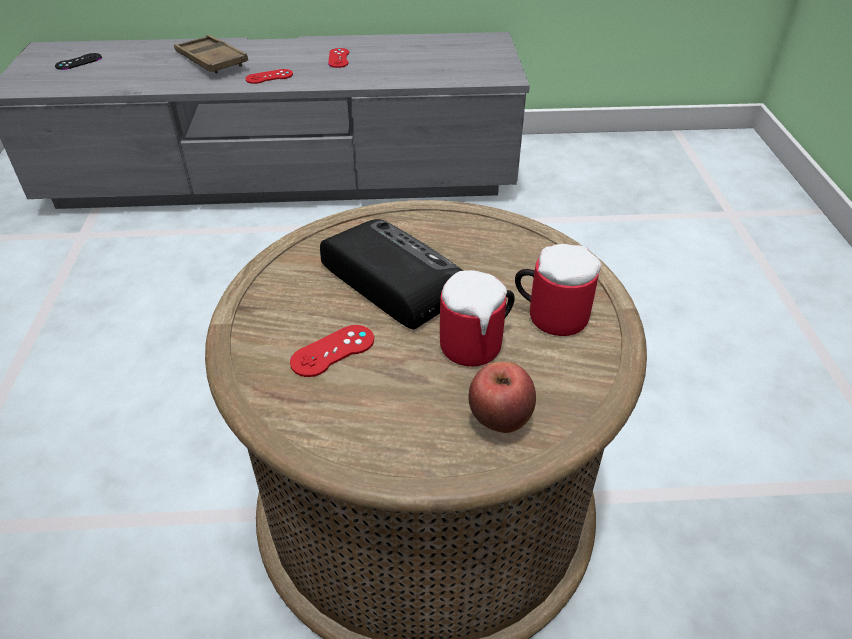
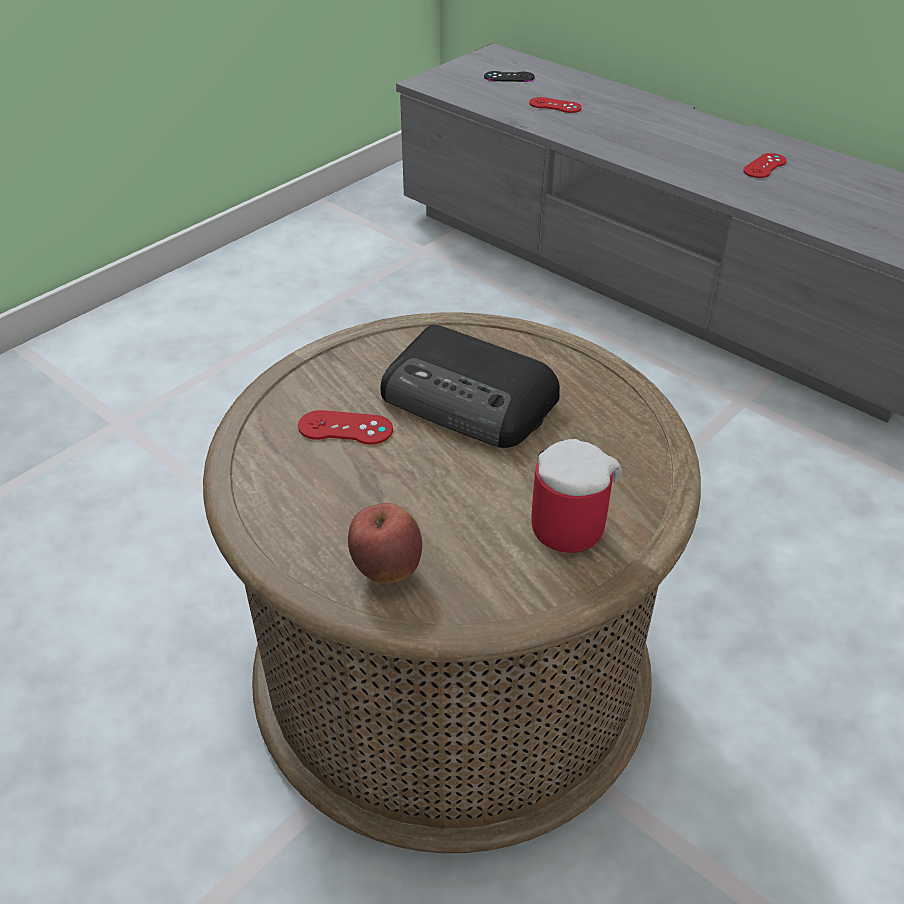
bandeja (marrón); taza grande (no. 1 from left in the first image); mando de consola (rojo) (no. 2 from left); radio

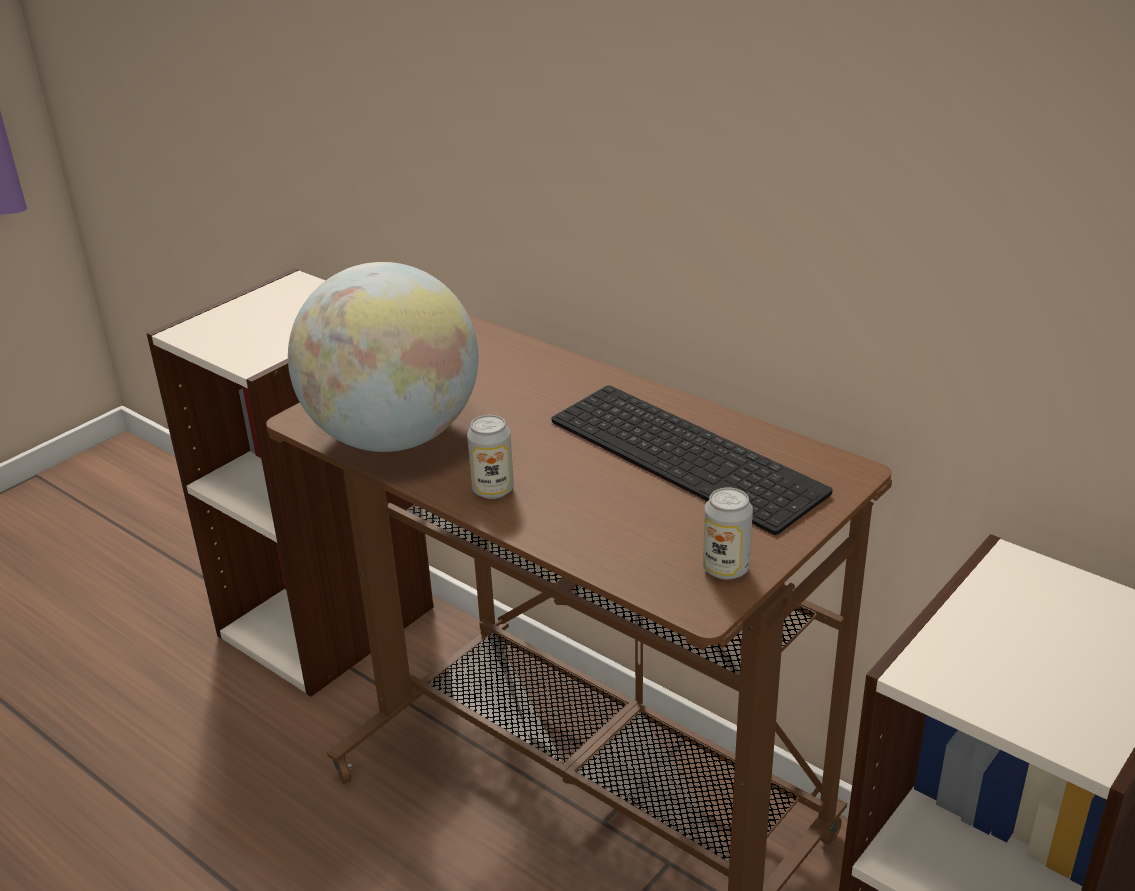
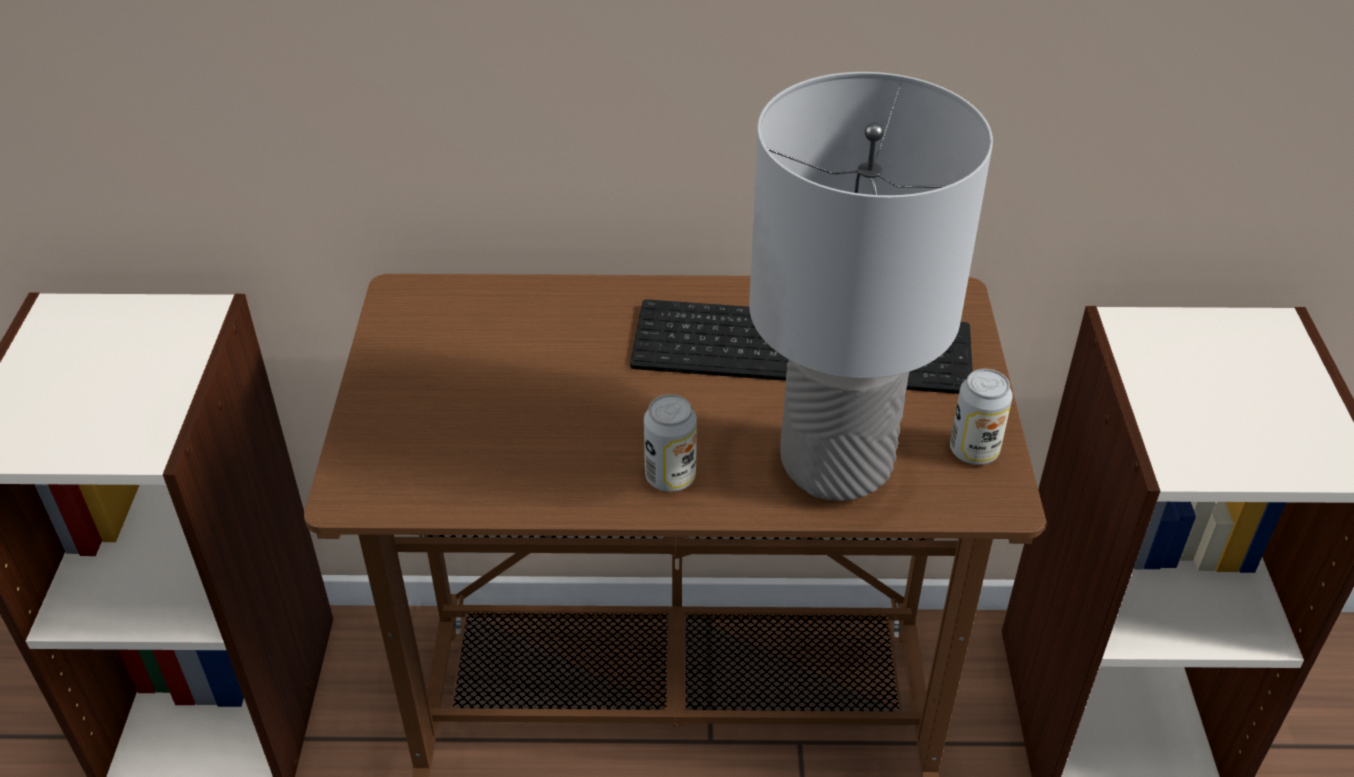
globo terráqueo; lámpara de mesa (gris)

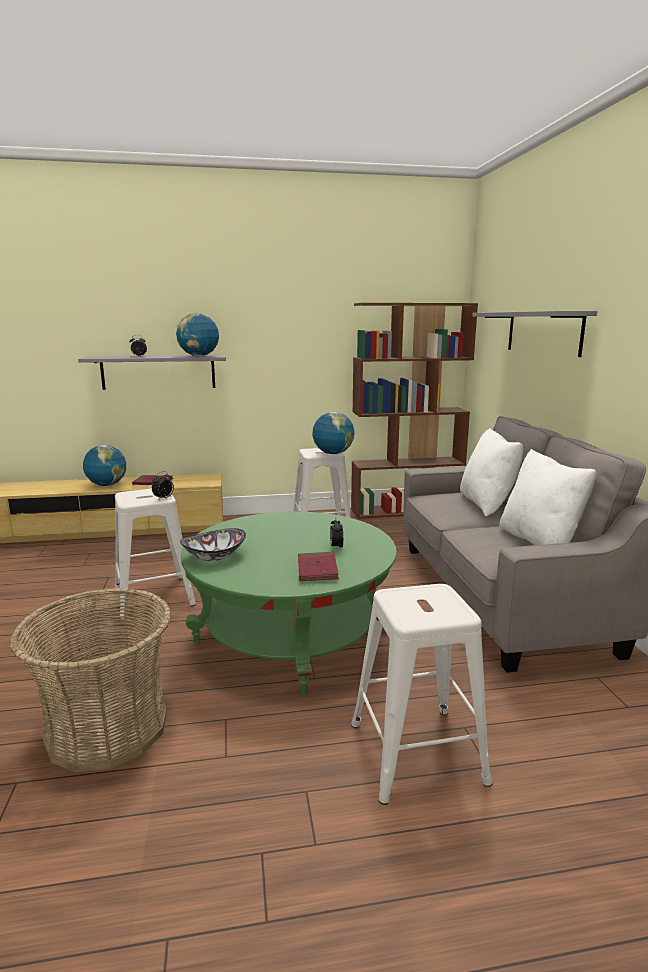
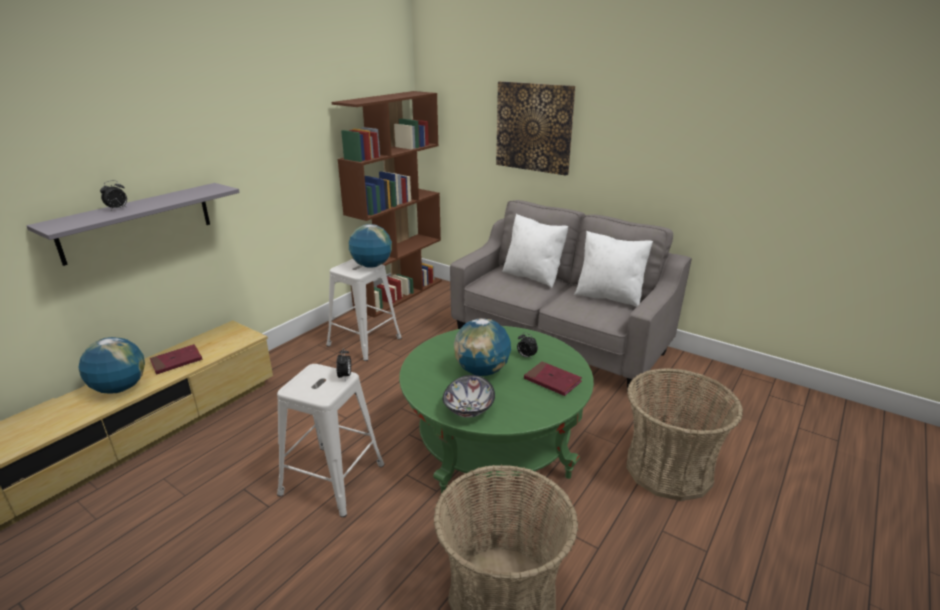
globo terráqueo (no. 3 from left); cesta (no. 2 from left); cuadro

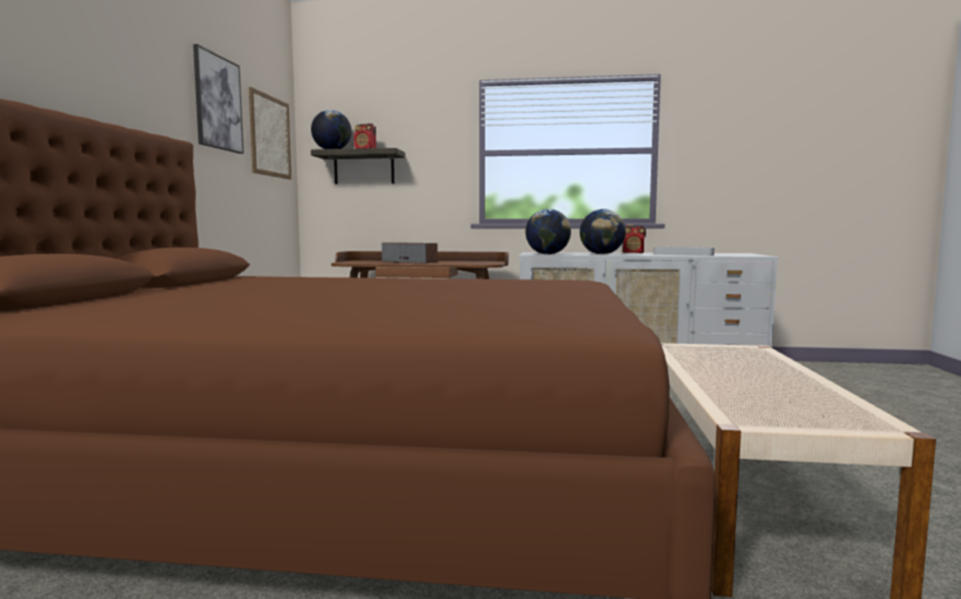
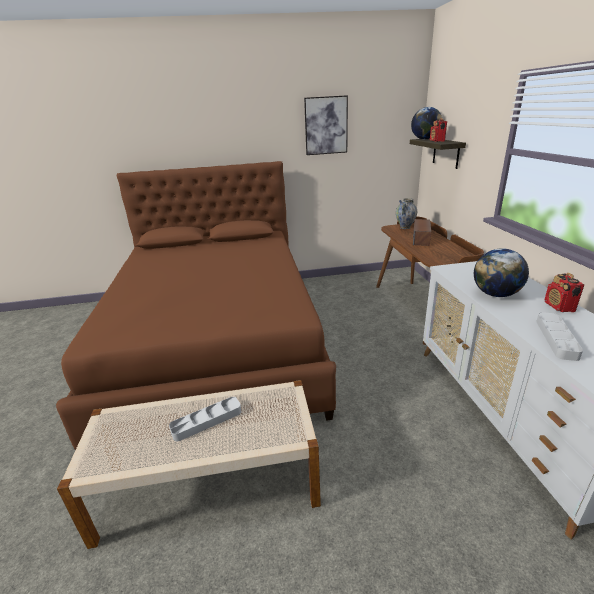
cuadro (no. 2 from left in the first image); globo terráqueo (no. 2 from left in the first image); bandeja (gris) (no. 1 from left); florero

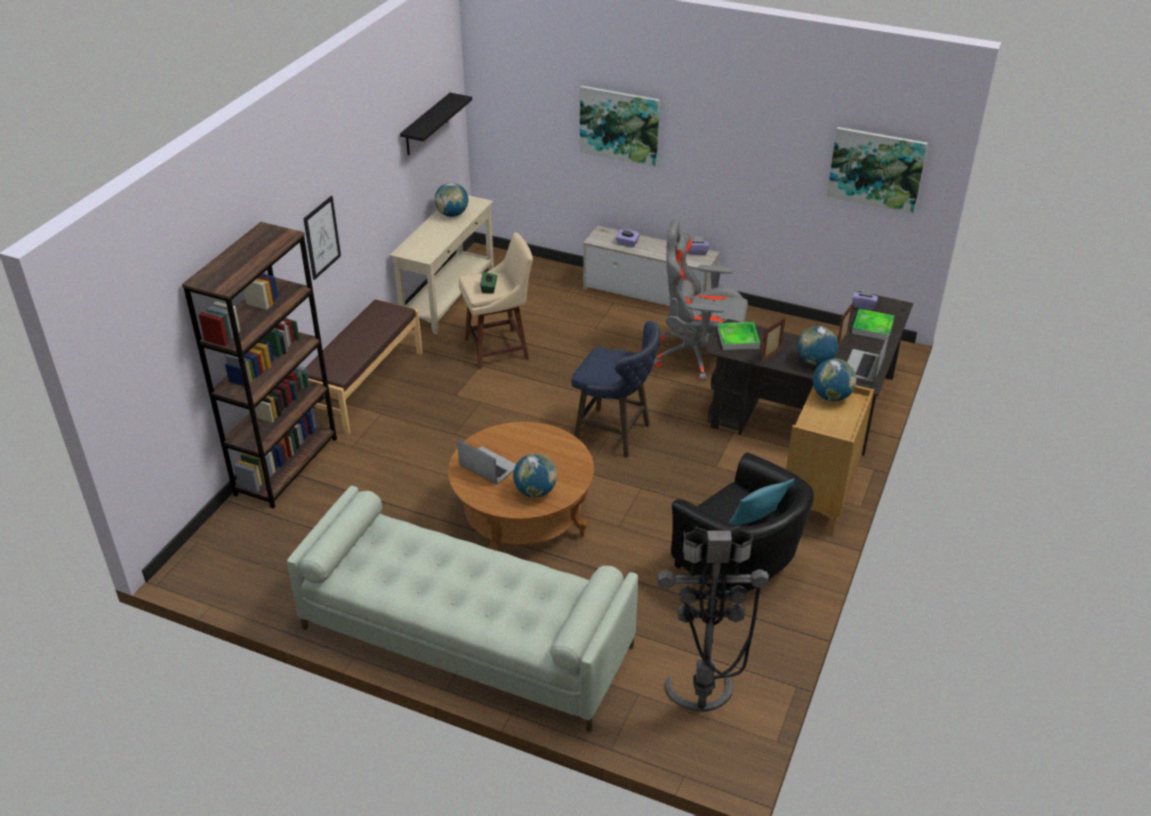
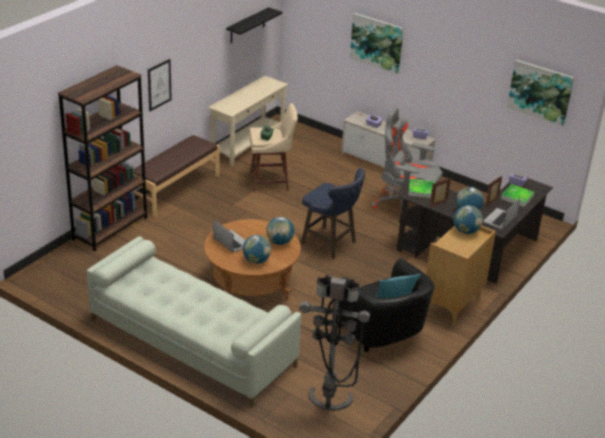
globo terráqueo (no. 2 from left)

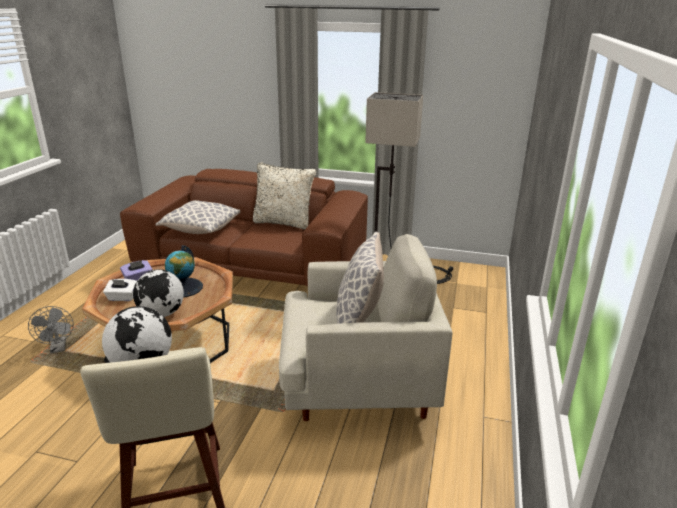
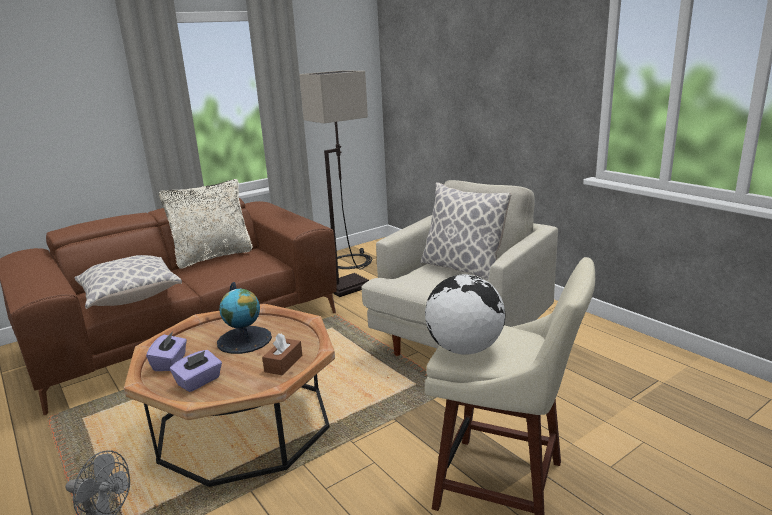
caja de pañuelos (marrón); caja de pañuelos (morado) (no. 2 from left)

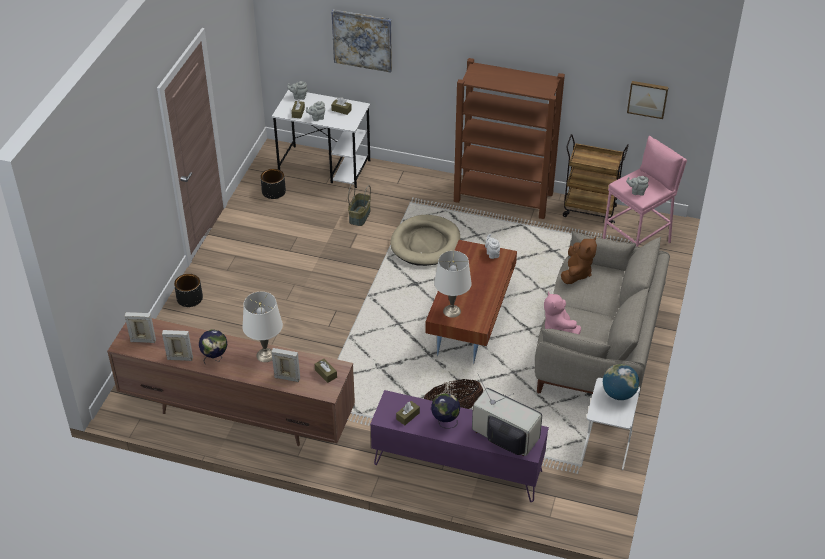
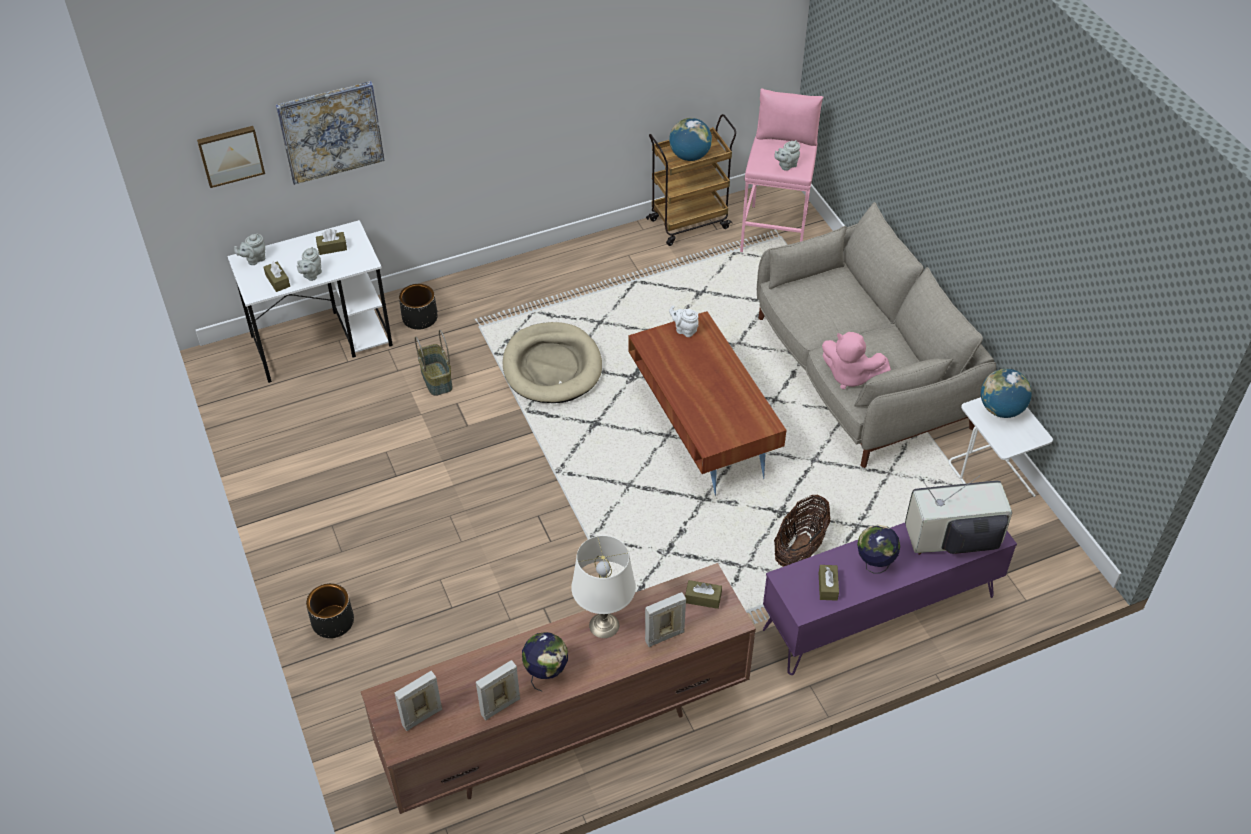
lámpara de mesa (blanco) (no. 2 from left in the first image); estantería (marrón); peluche (marrón); globo terráqueo (no. 2 from left); maceta (negro) (no. 2 from left); cuadro (no. 1 from left)

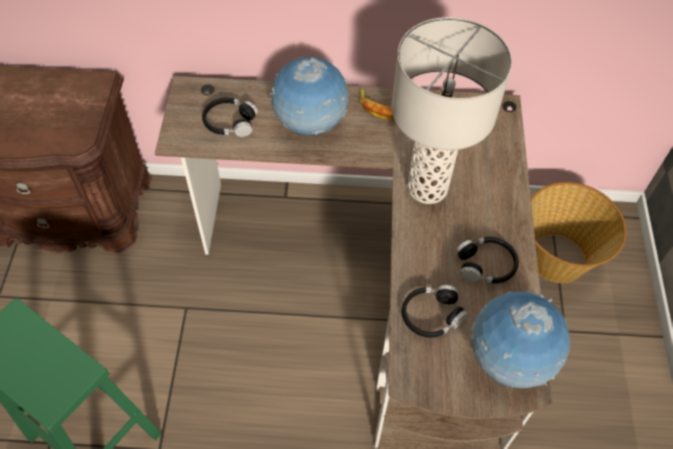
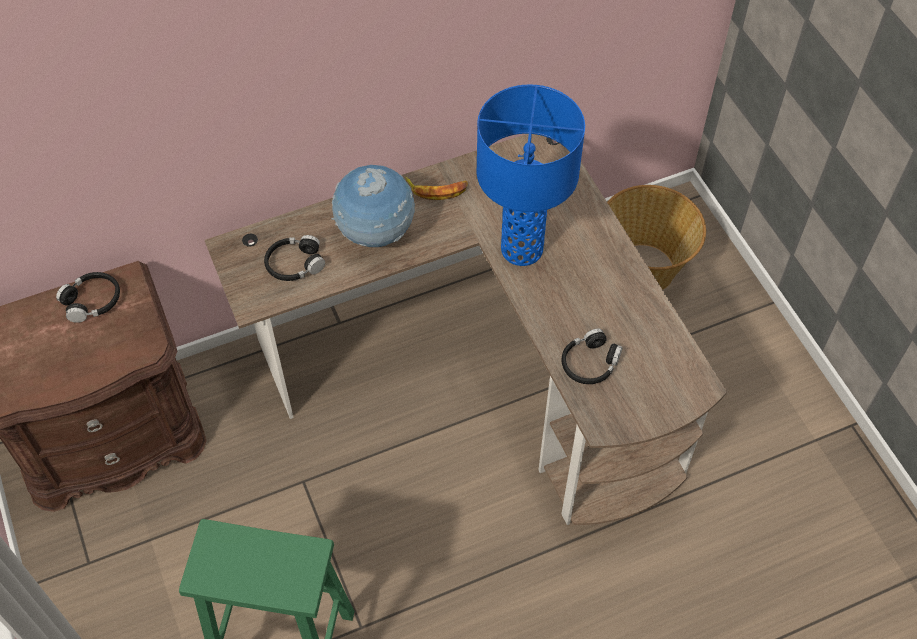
globo terráqueo (no. 2 from left in the first image); auriculares (negro) (no. 1 from left); lámpara de mesa (azul)

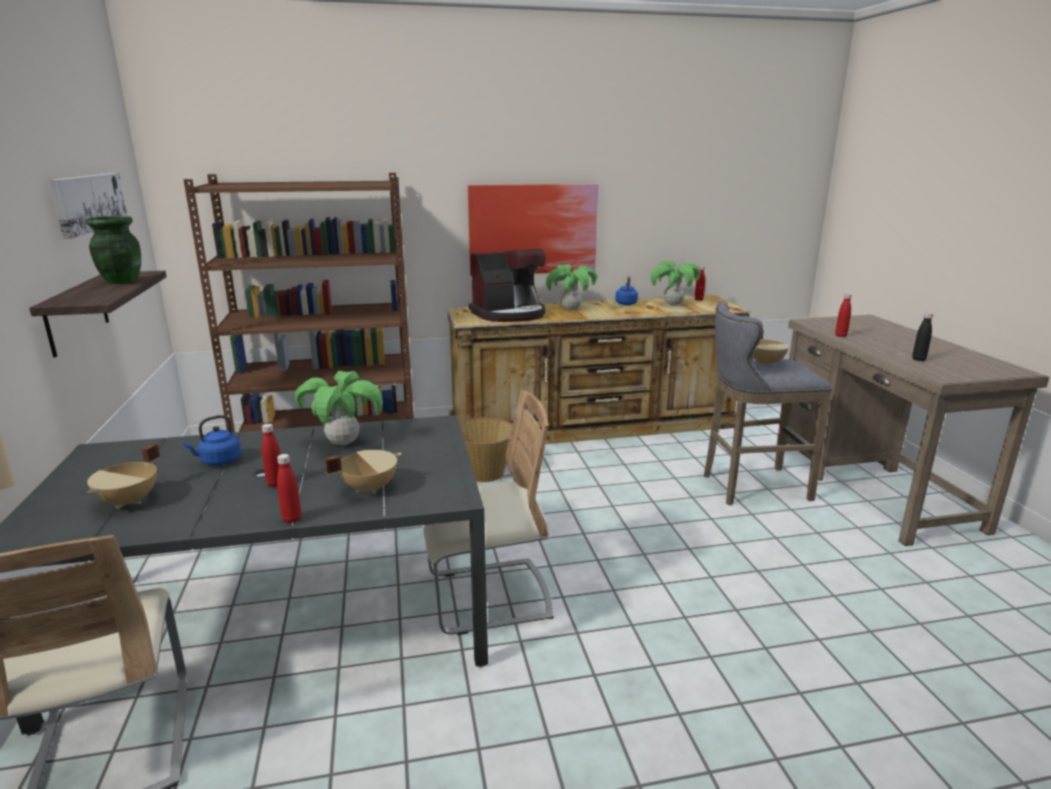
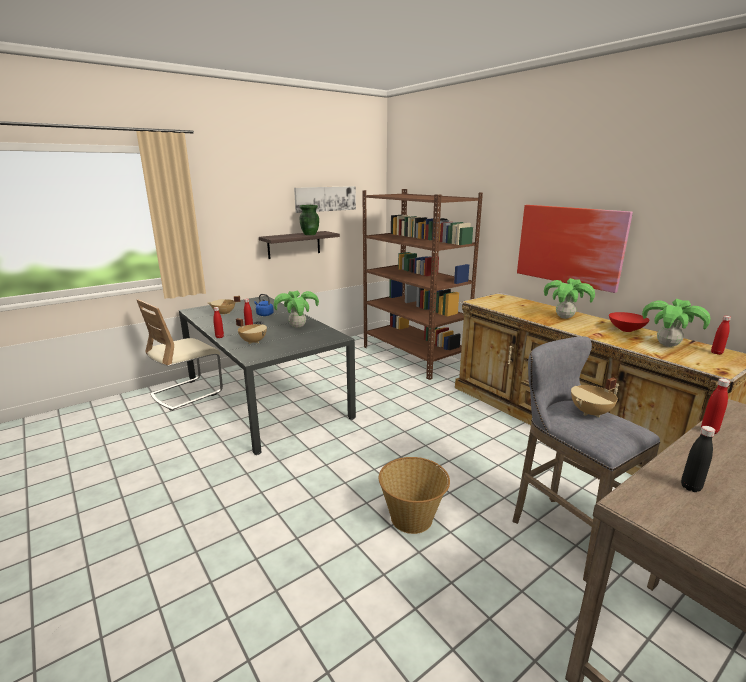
silla (beis) (no. 2 from left in the first image); cafetera; cesta; cuenco (rojo)

